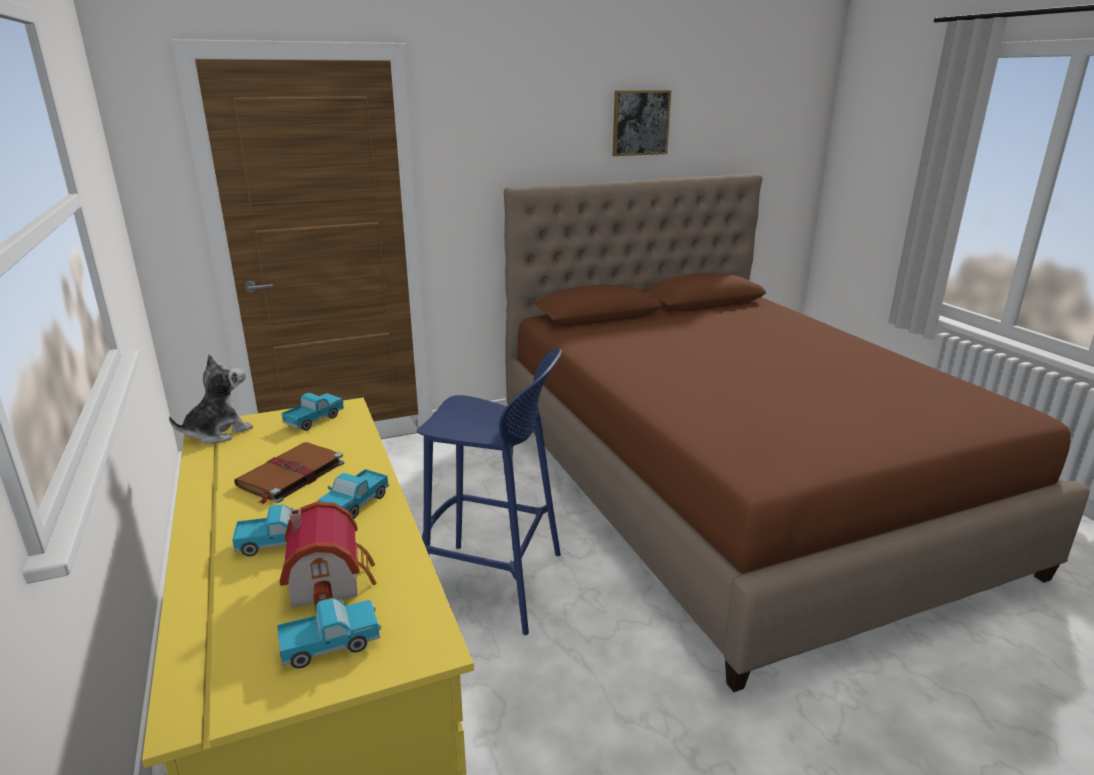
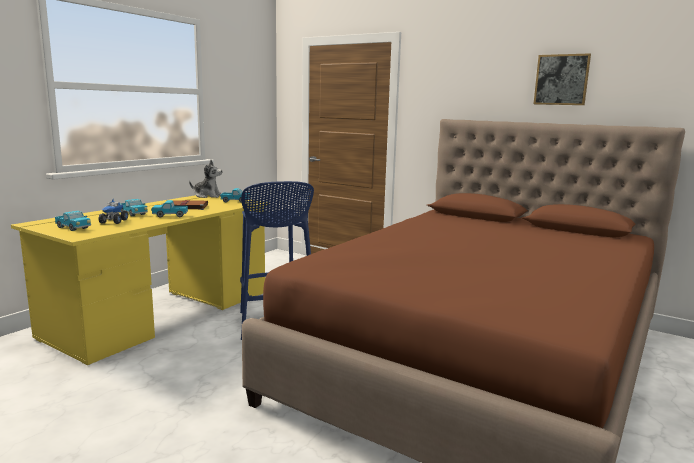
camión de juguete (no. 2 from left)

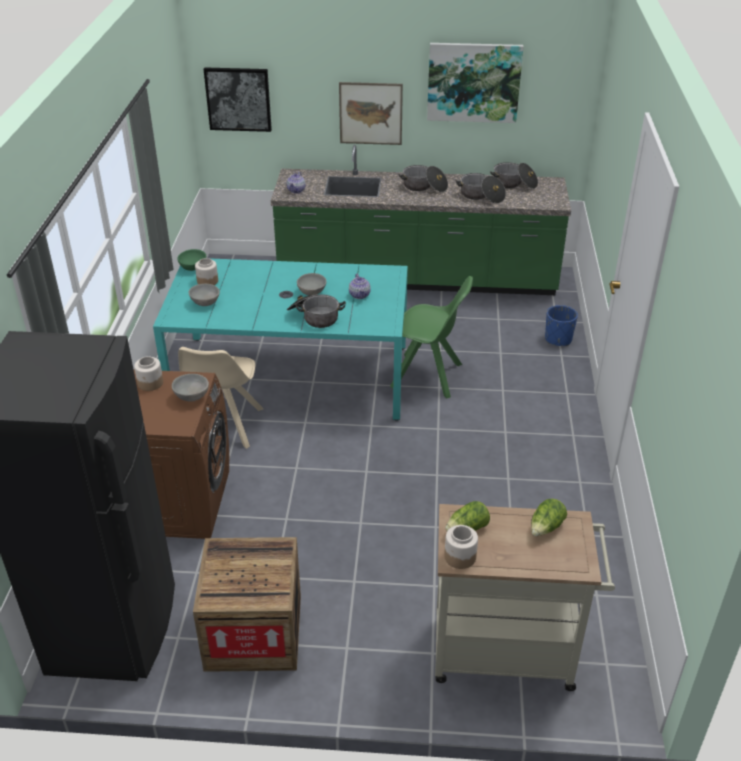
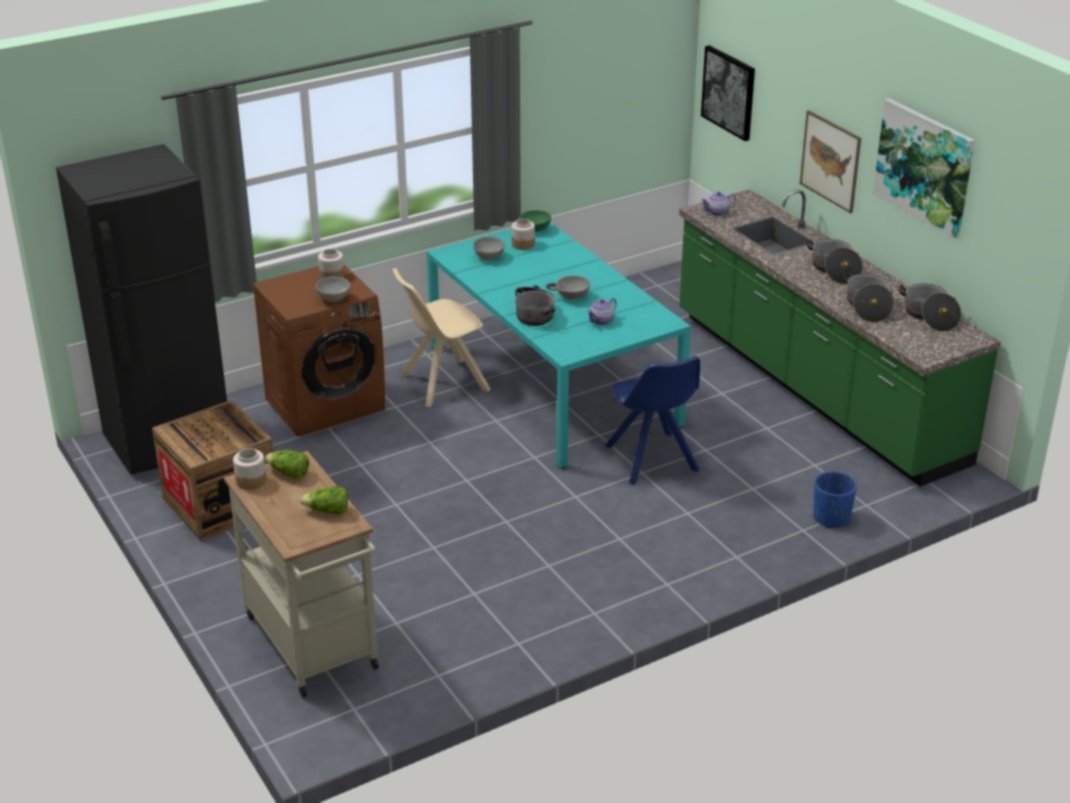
silla (azul)

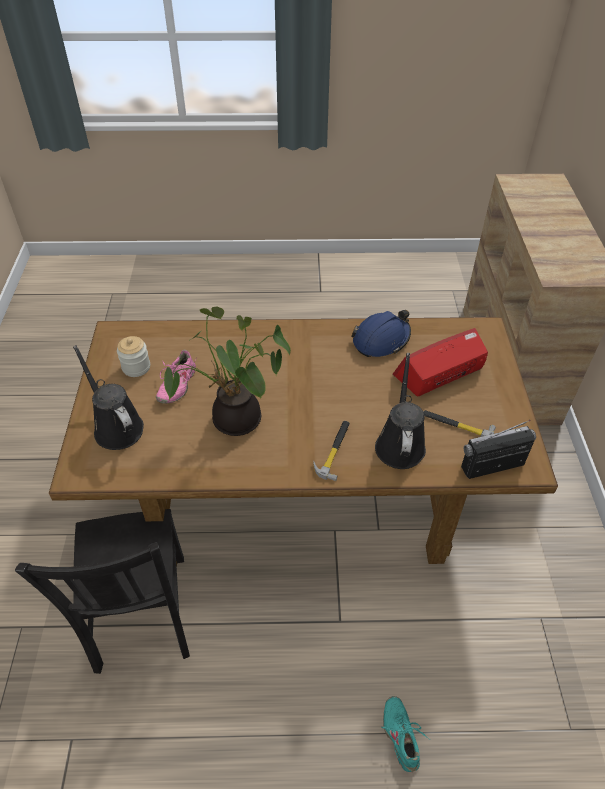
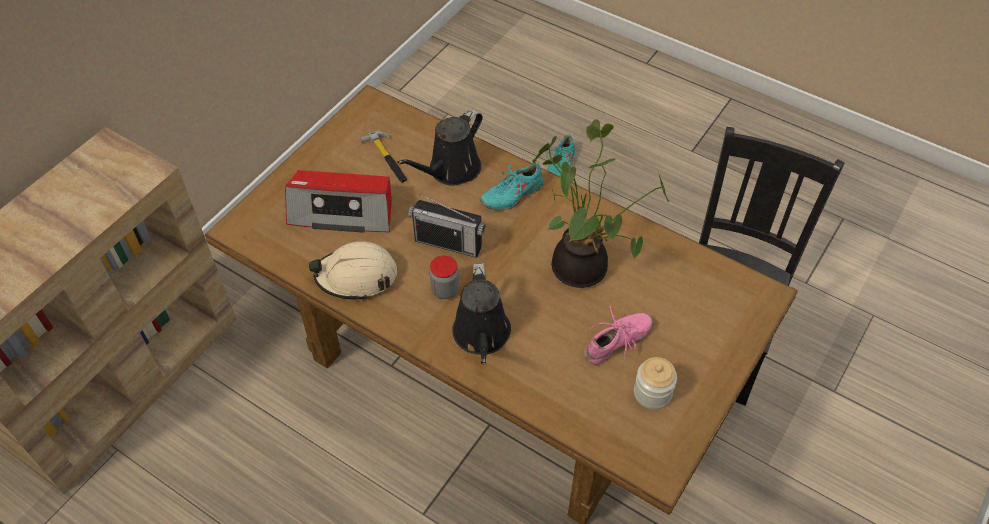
tarro (no. 1 from left); regadera (negro) (no. 2 from left); radio (no. 2 from left); zapato (turquesa) (no. 1 from left); casco (beis)

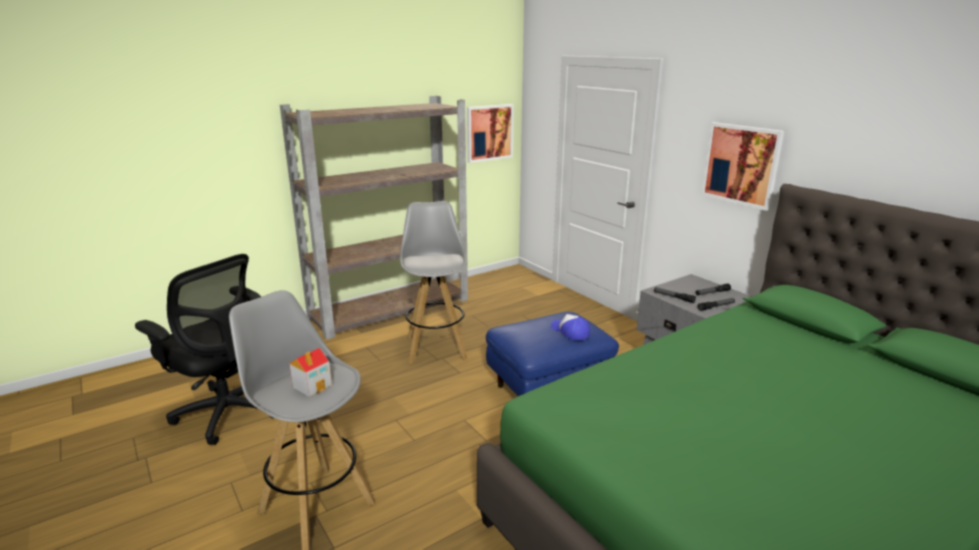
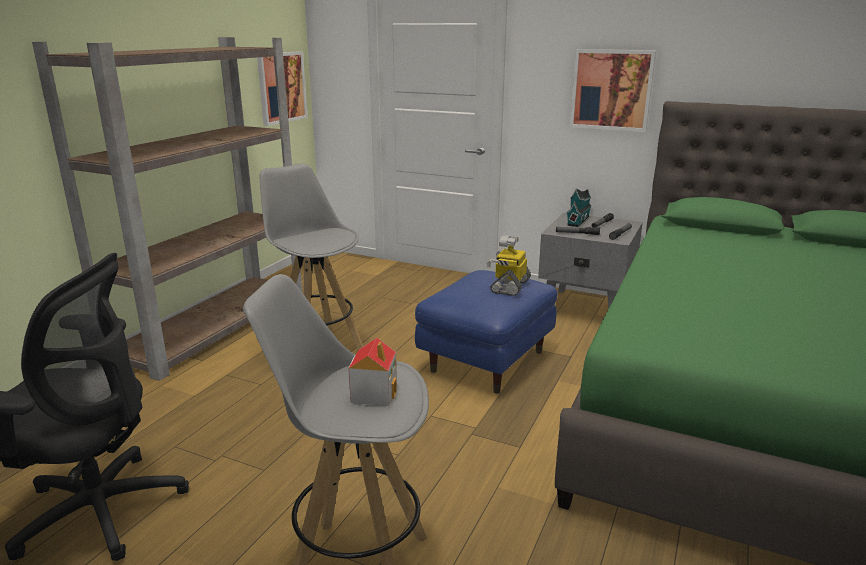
casita (no. 2 from left); robot de juguete

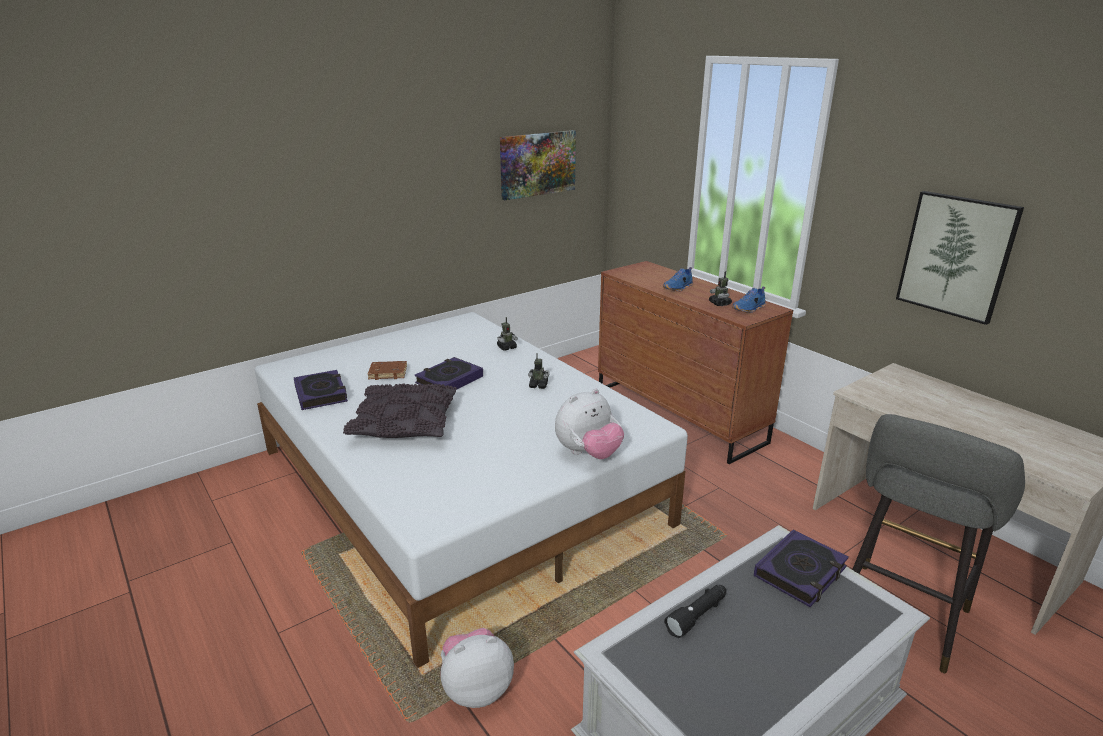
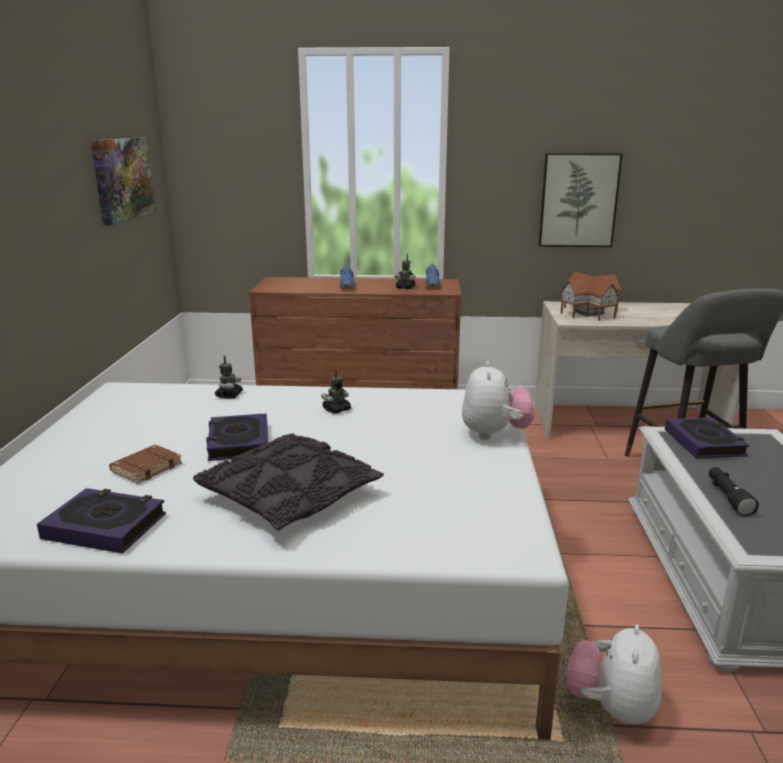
casita

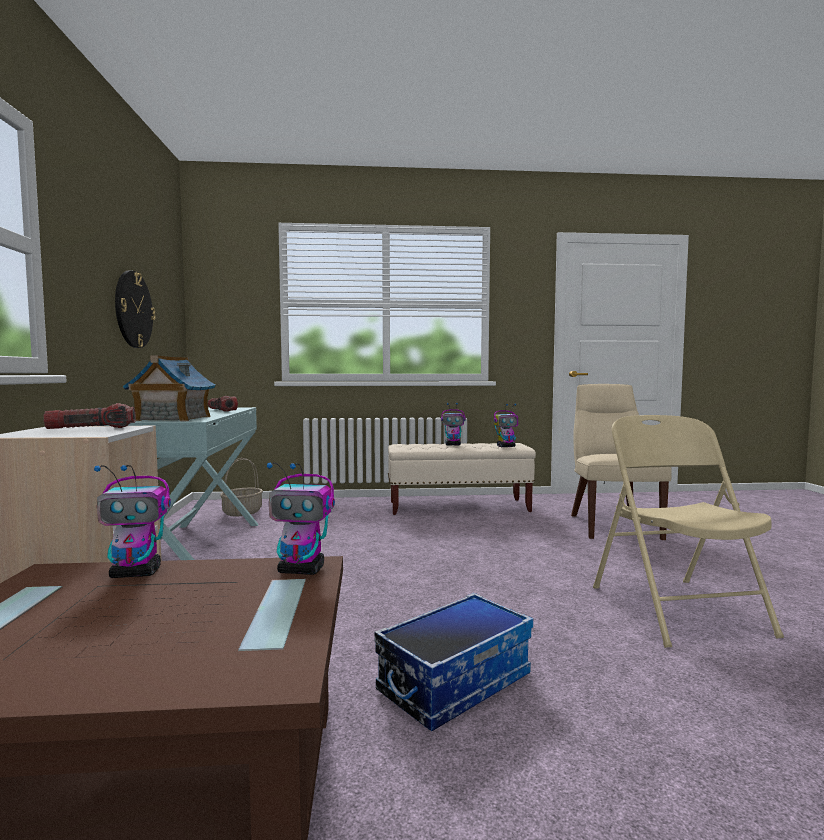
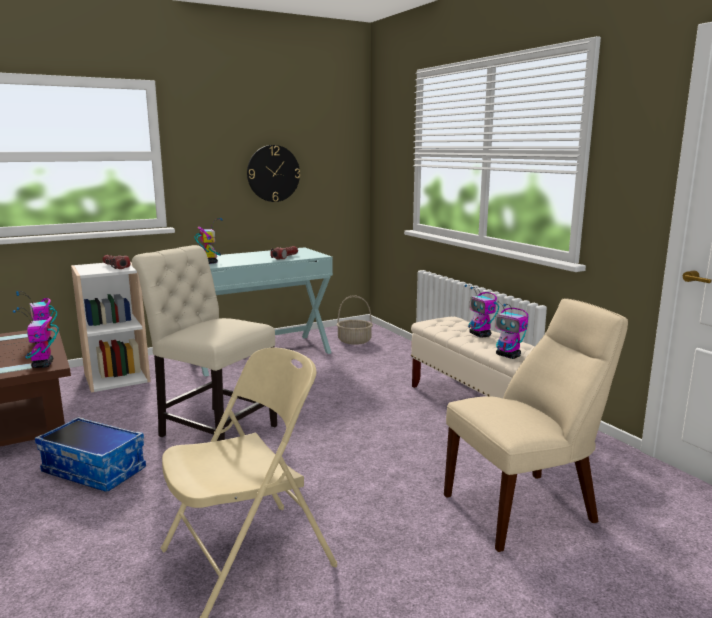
silla (beis) (no. 1 from left); robot de juguete (no. 3 from left)

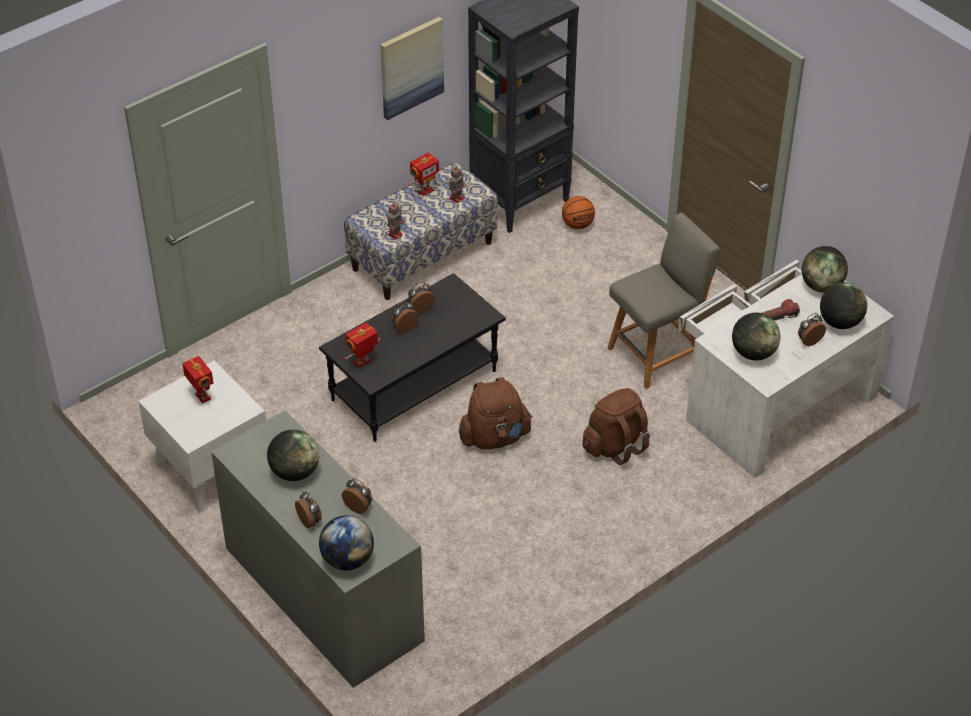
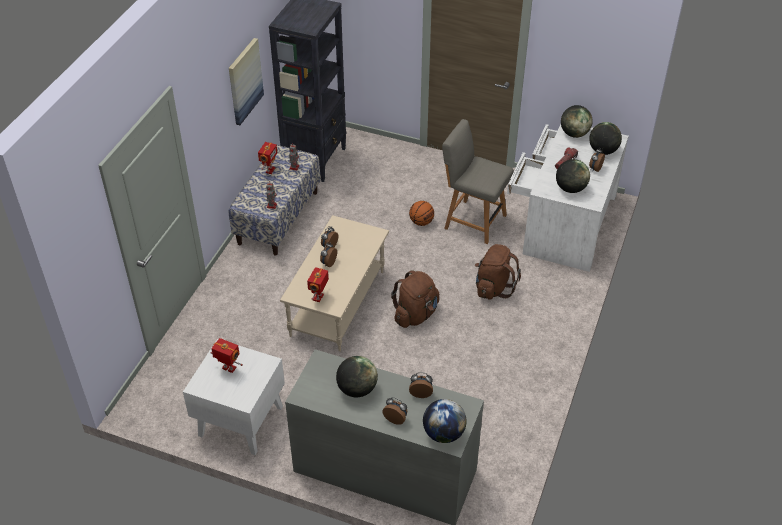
balón de baloncesto; mesa de centro (beis); silla (gris)

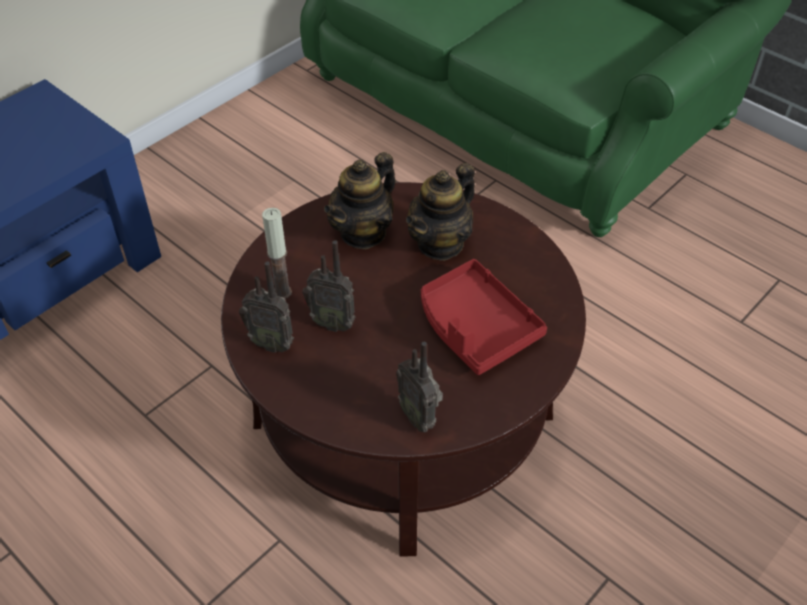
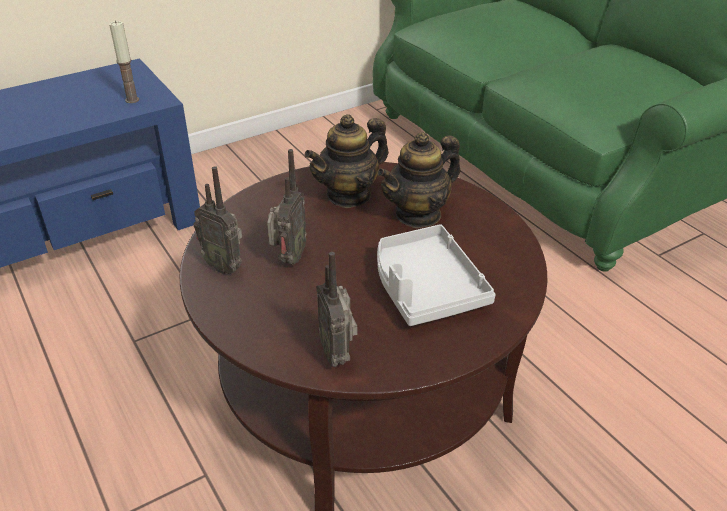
vela; bandeja (gris); radio (no. 2 from left)

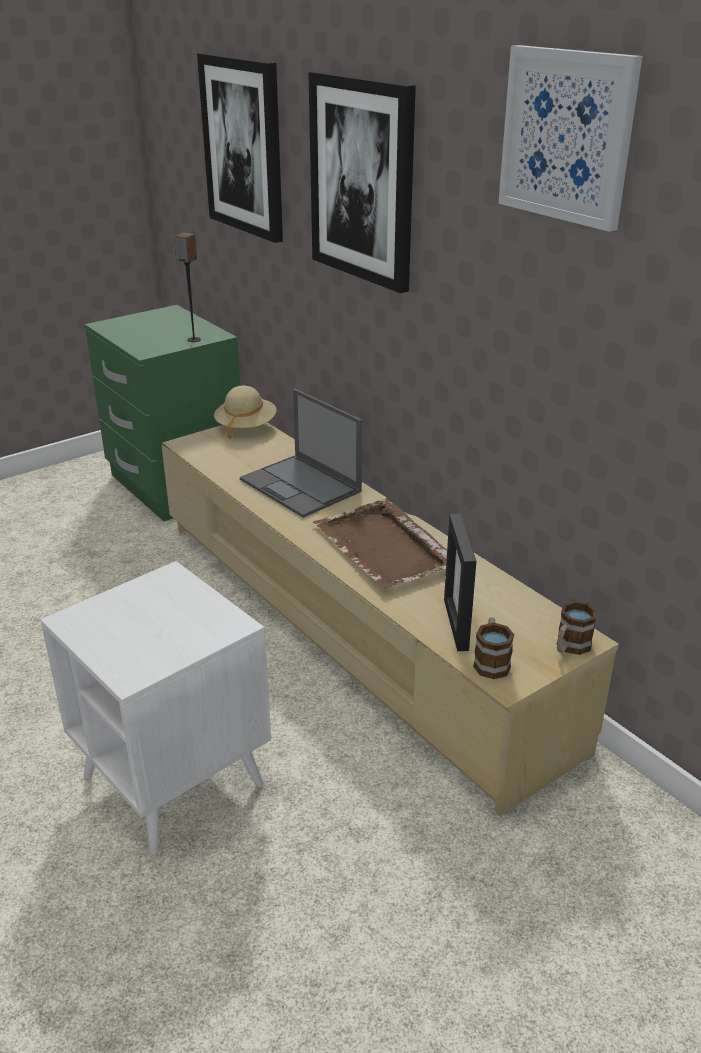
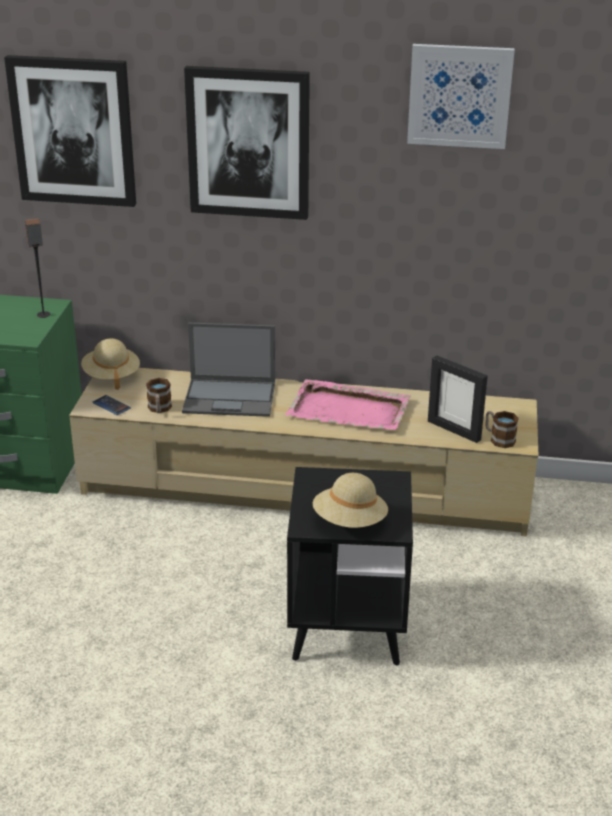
móvil; sombrero (beis) (no. 2 from left); taza grande (no. 1 from left); mesa auxiliar (negro); bandeja (rosa)

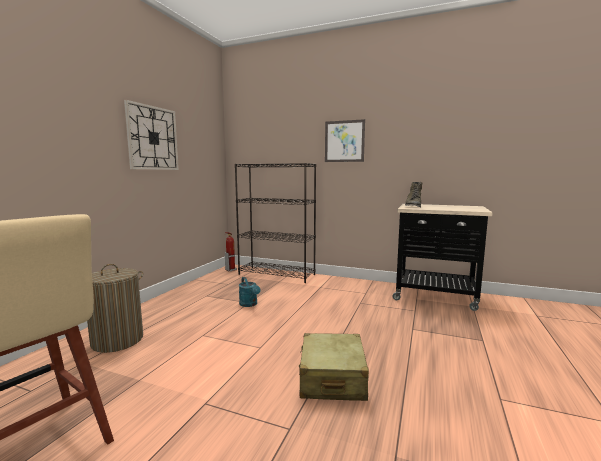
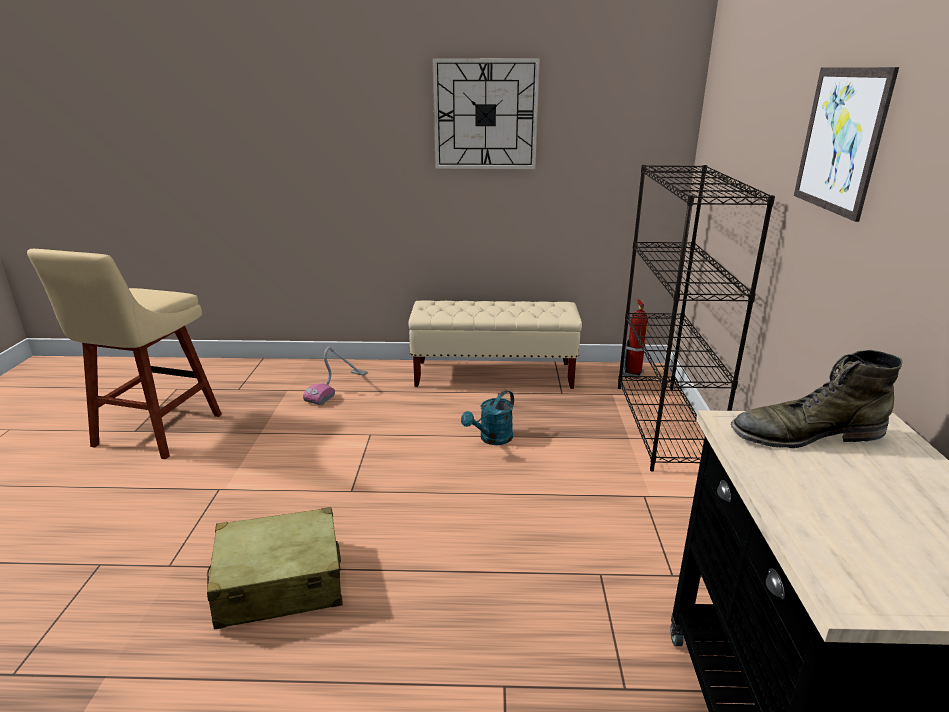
banco (beis); aspiradora

